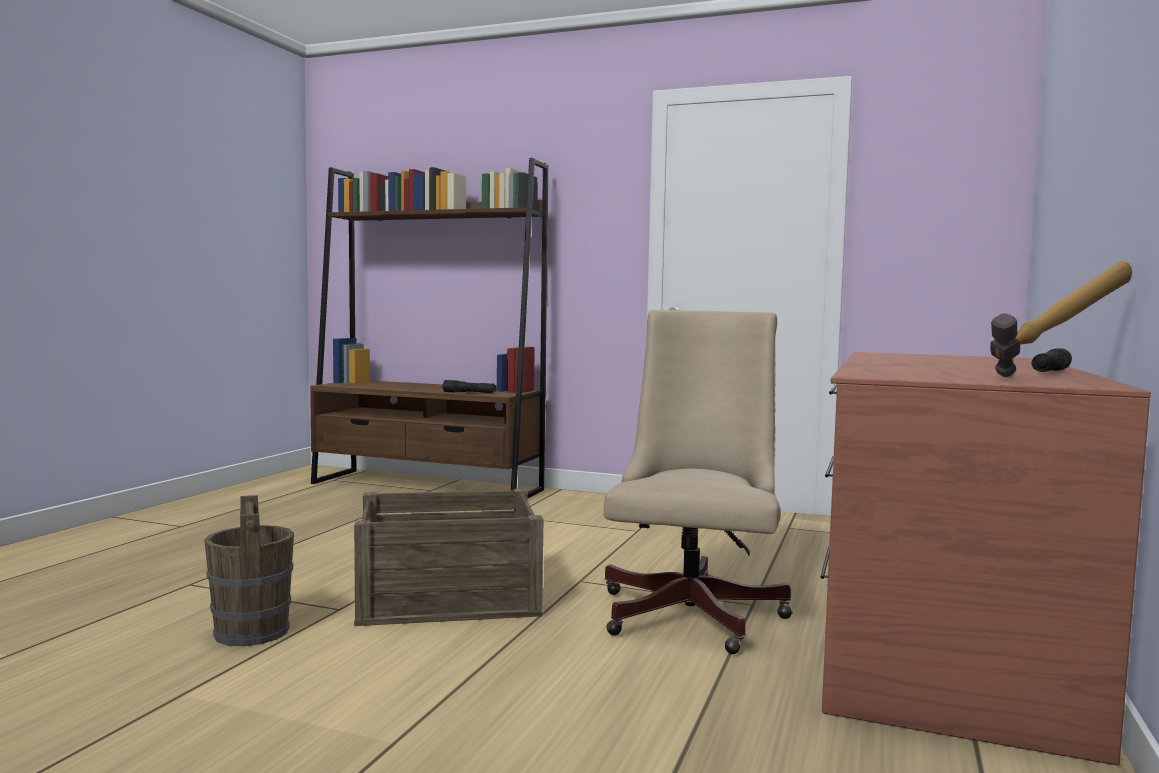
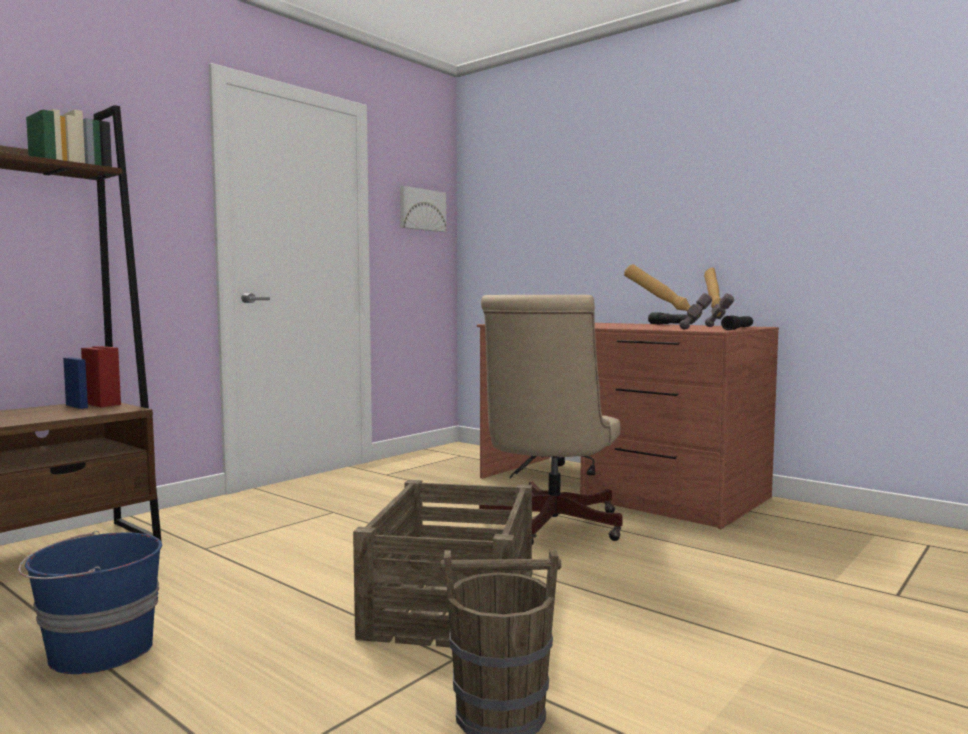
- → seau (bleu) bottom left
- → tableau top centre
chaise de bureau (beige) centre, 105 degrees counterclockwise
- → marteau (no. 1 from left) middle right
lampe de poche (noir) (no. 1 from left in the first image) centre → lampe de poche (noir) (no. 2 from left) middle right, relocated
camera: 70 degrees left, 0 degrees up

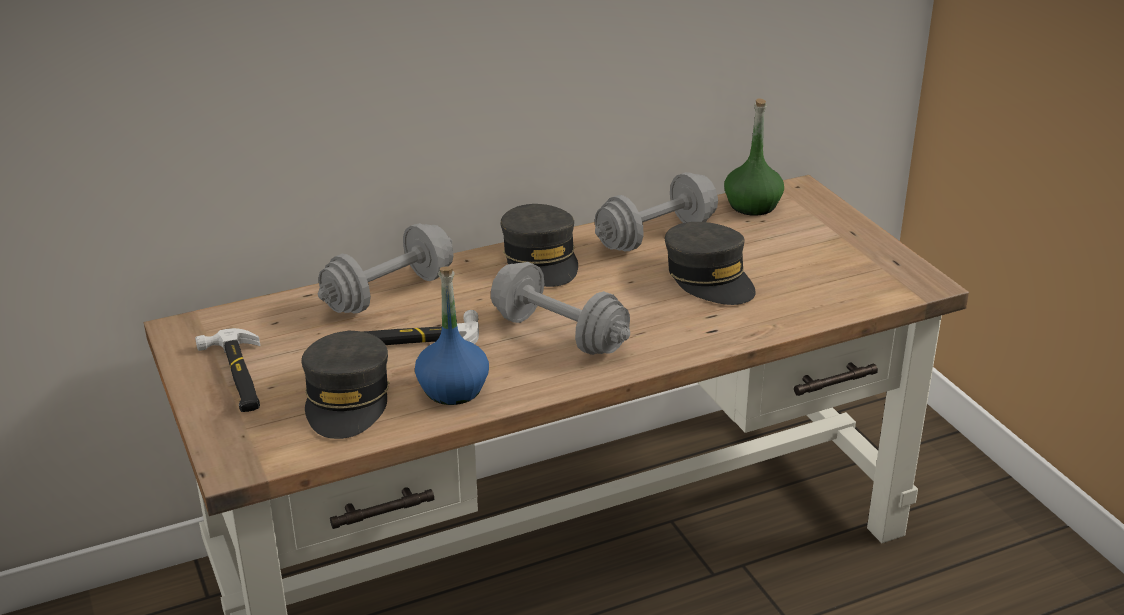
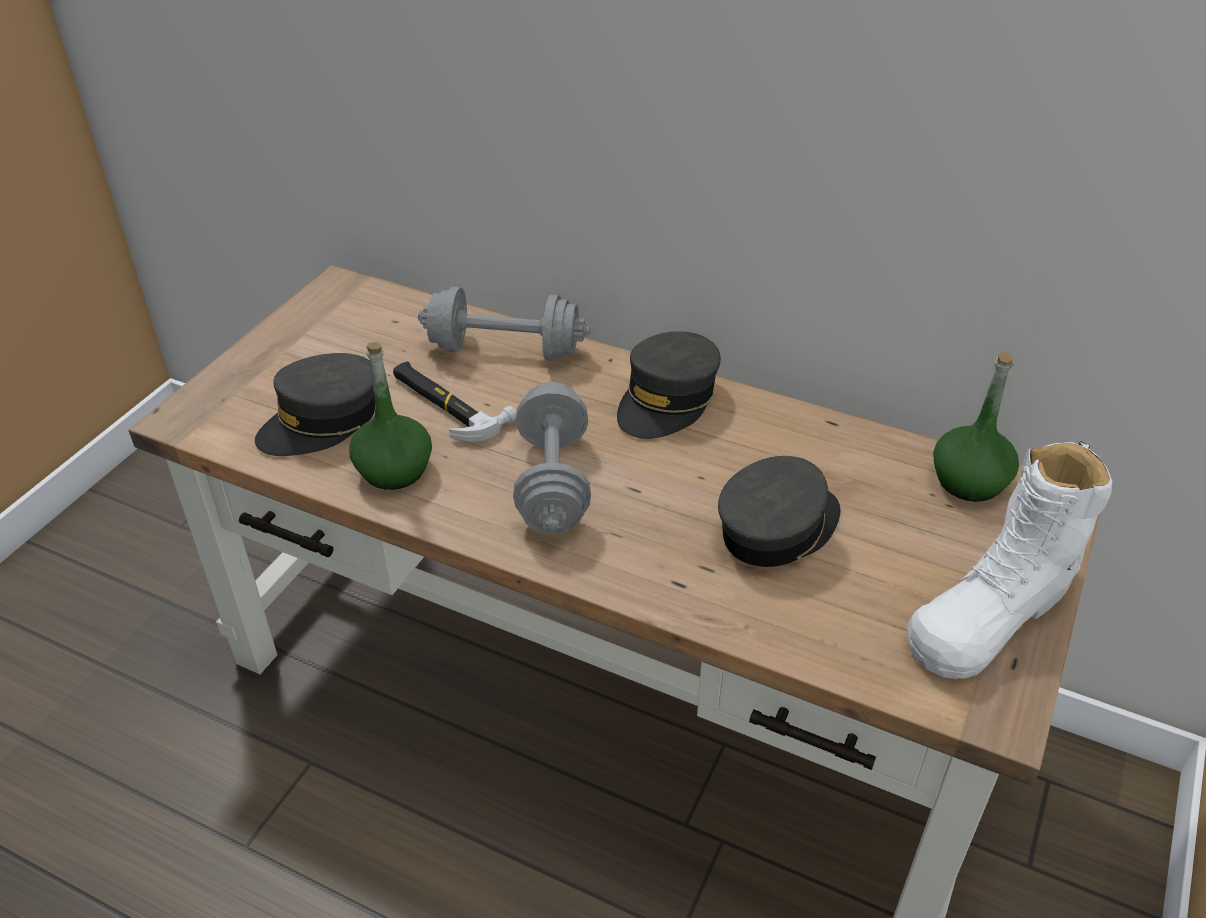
bouteille (bleu) centre → bouteille (vert) (no. 1 from left) middle left
casquette (gris) (no. 3 from left) centre, 150 degrees counterclockwise
- → botte (blanc) middle right
marteau (no. 1 from left) middle left → -
haltère (gris) (no. 3 from left) centre → -
camera: 50 degrees right, 10 degrees up

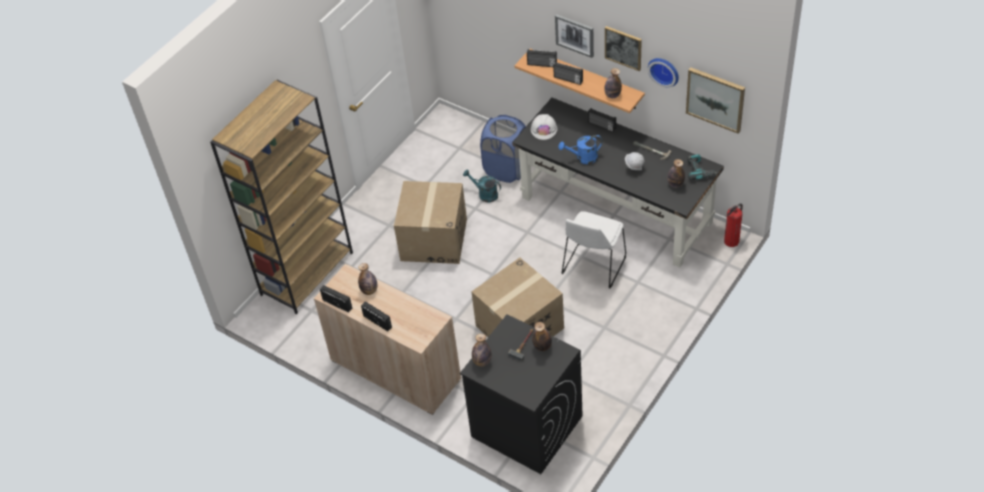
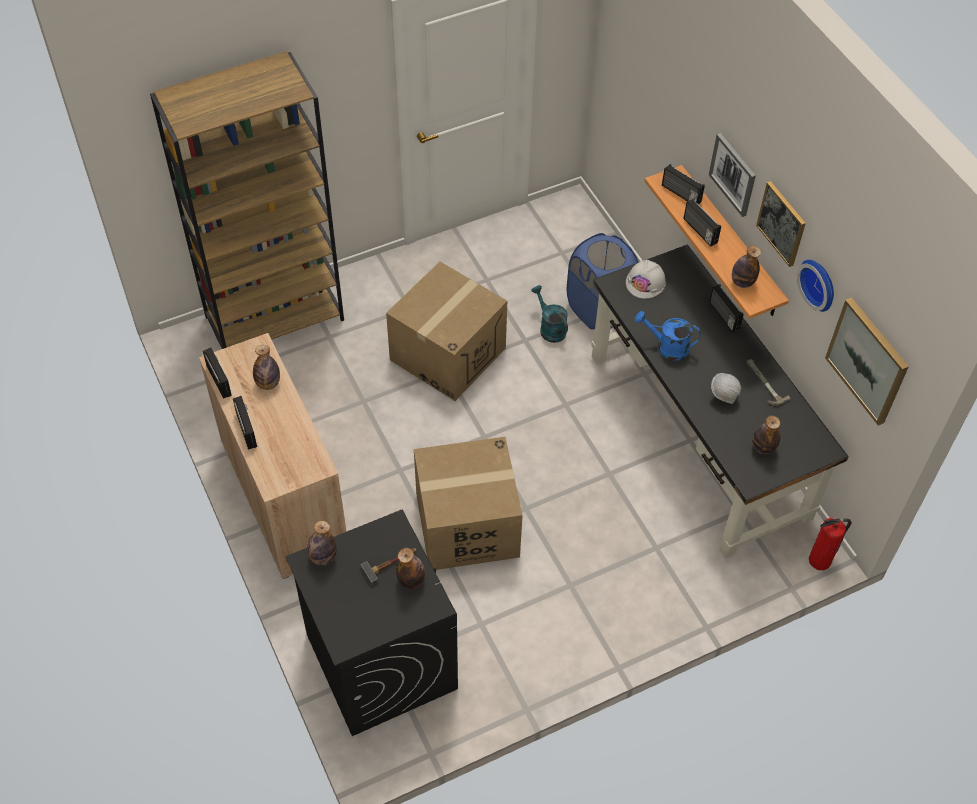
chaise (blanc) centre → -
perceuse middle right → -
camera: 25 degrees right, 5 degrees up

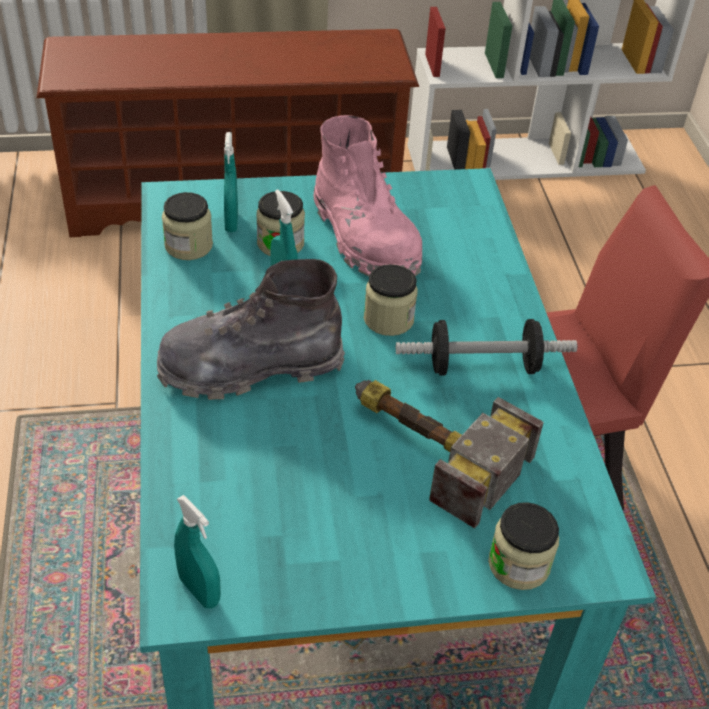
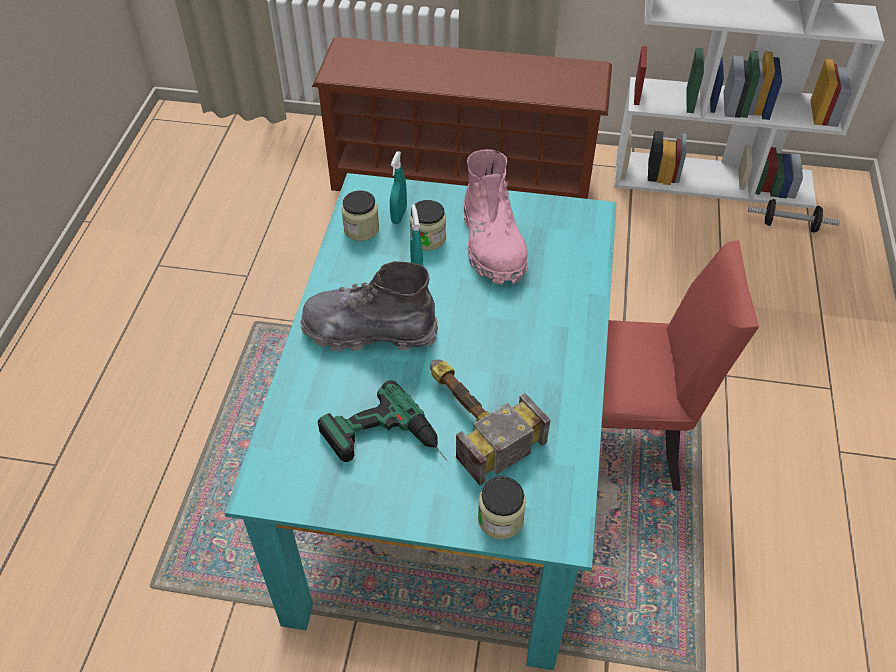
- → perceuse centre
haltère middle right → haltère top right, relocated
vaporisateur (turquoise) (no. 1 from left) bottom left → -
bocal (no. 3 from left) centre → -
camera: 20 degrees right, 5 degrees up

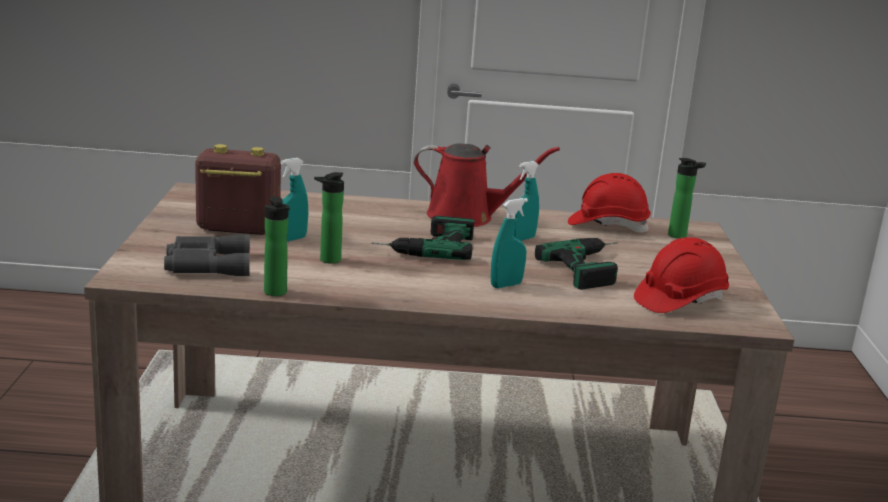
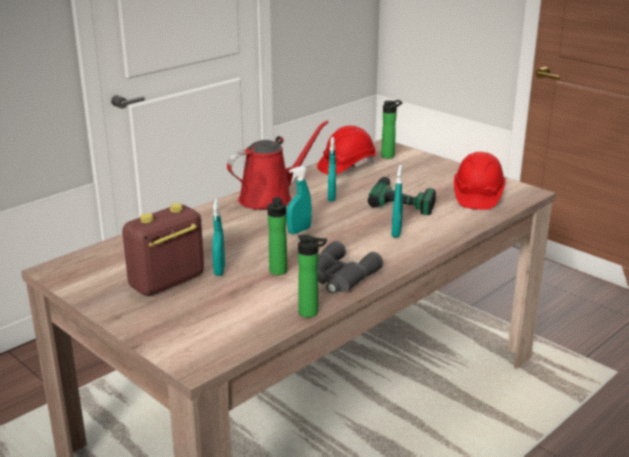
perceuse (no. 1 from left) centre → vaporisateur (turquoise) (no. 2 from left) centre
jumelles (gris) middle left → jumelles (gris) centre, relocated
camera: 45 degrees left, 5 degrees up

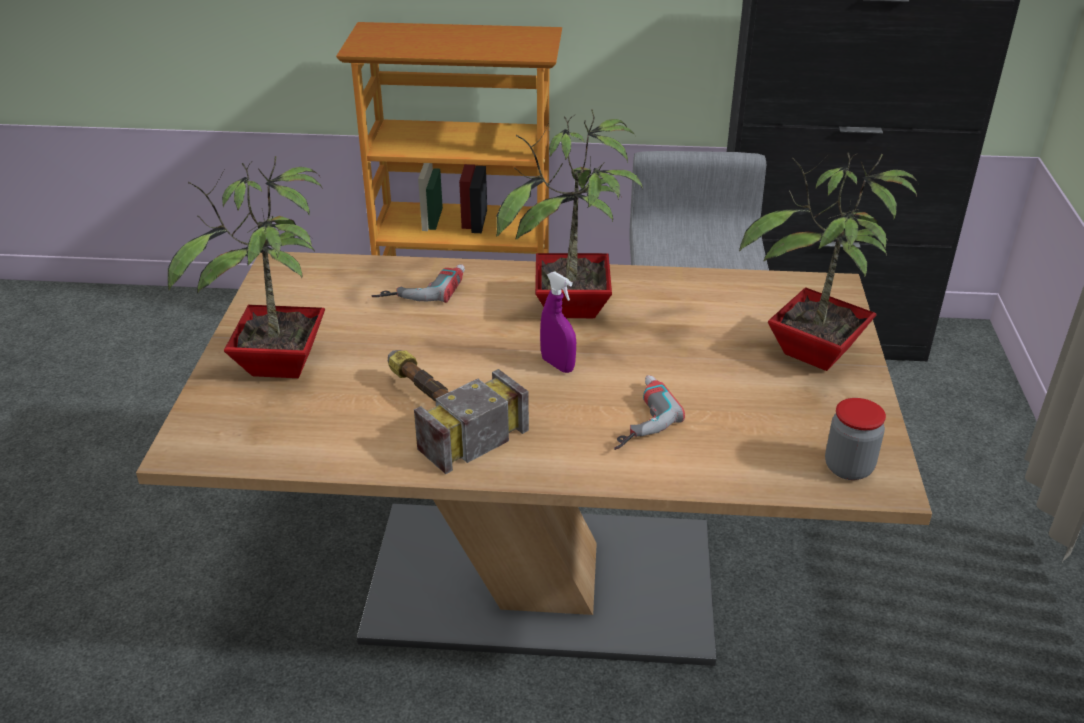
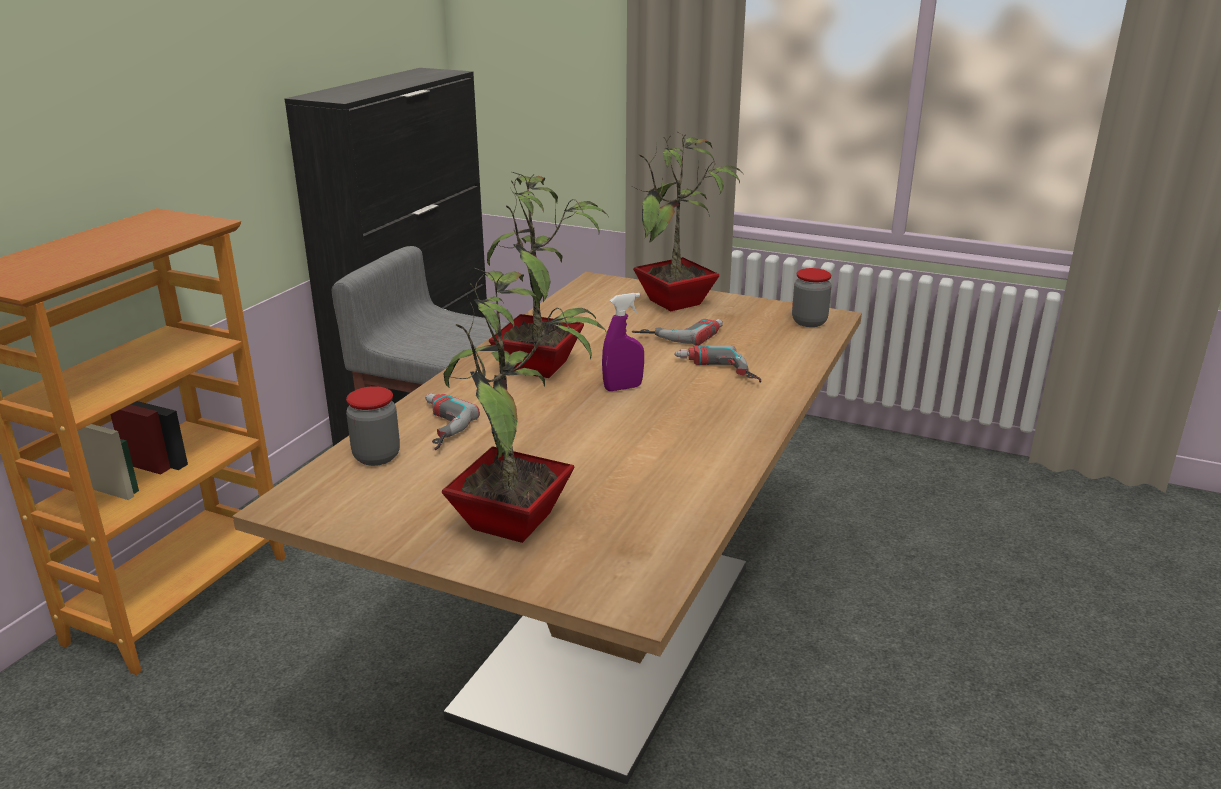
- → bocal (no. 1 from left) middle left
- → perceuse (no. 2 from left) centre
marteau centre → -
camera: 70 degrees left, 10 degrees down

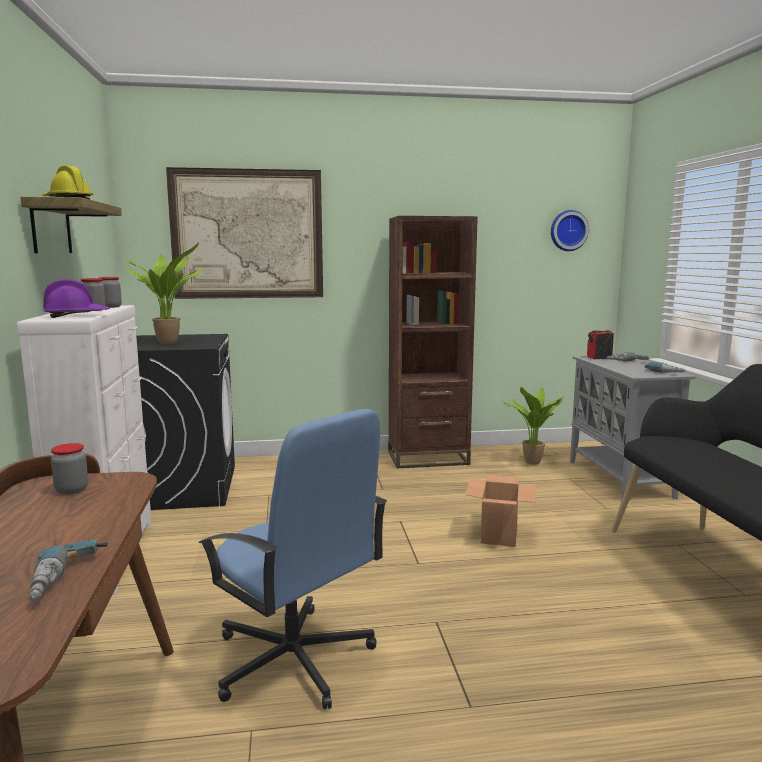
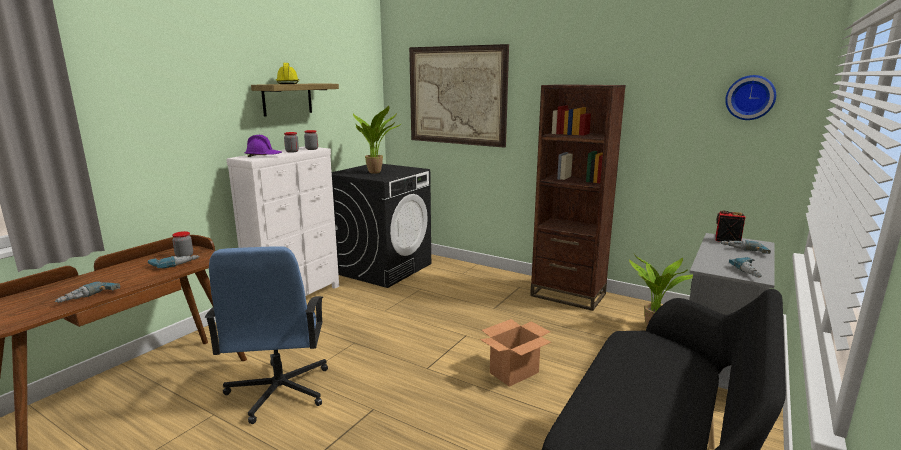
- → perceuse (no. 2 from left) middle left
camera: 40 degrees right, 5 degrees up

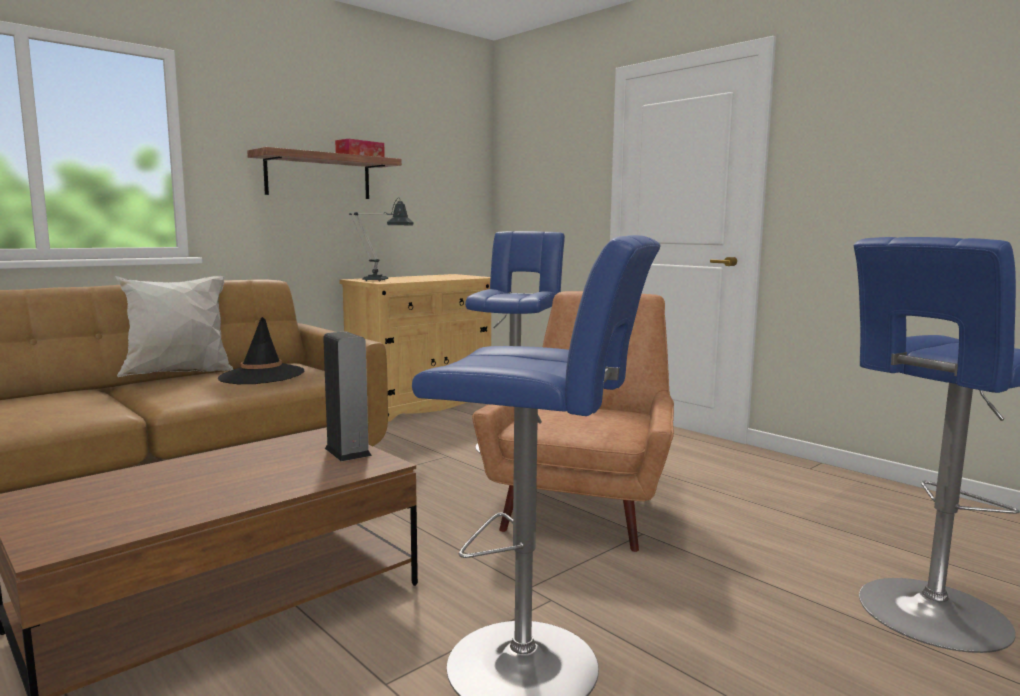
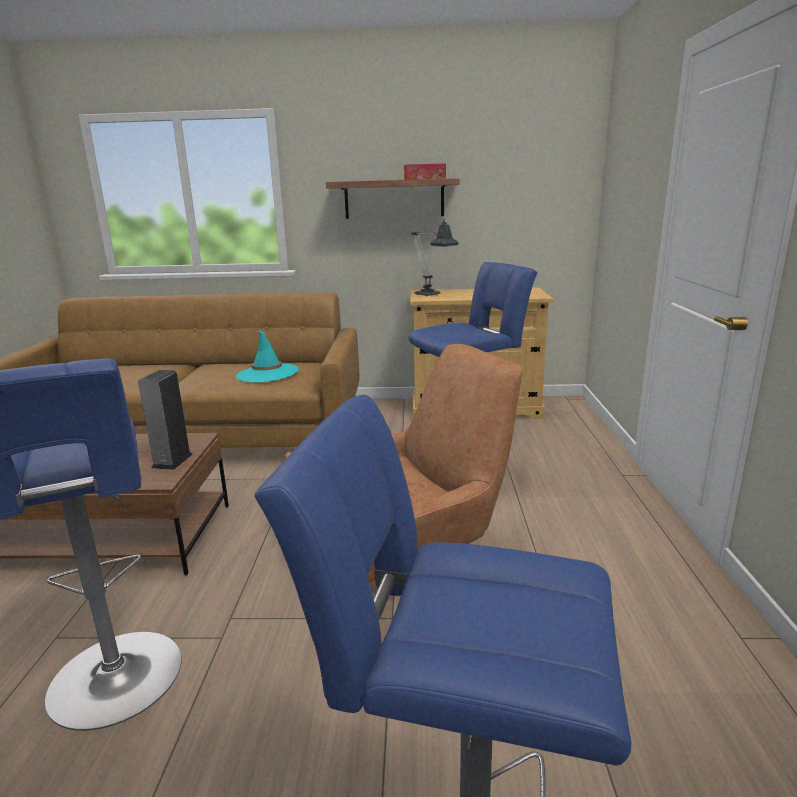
chapeau (noir) middle left → chapeau (turquoise) centre
coussin (blanc) middle left → -
camera: 45 degrees right, 10 degrees up

